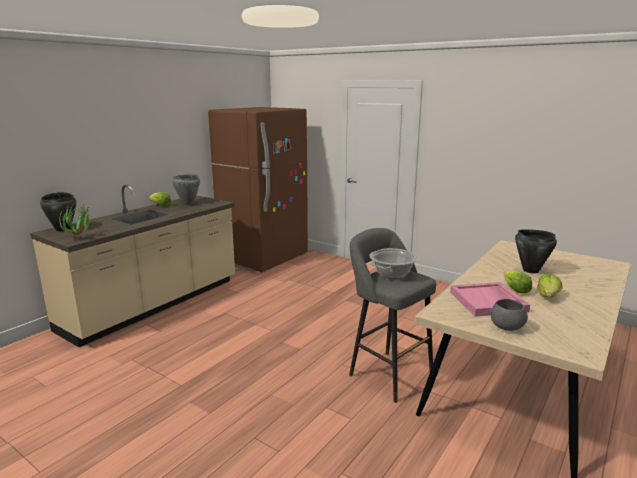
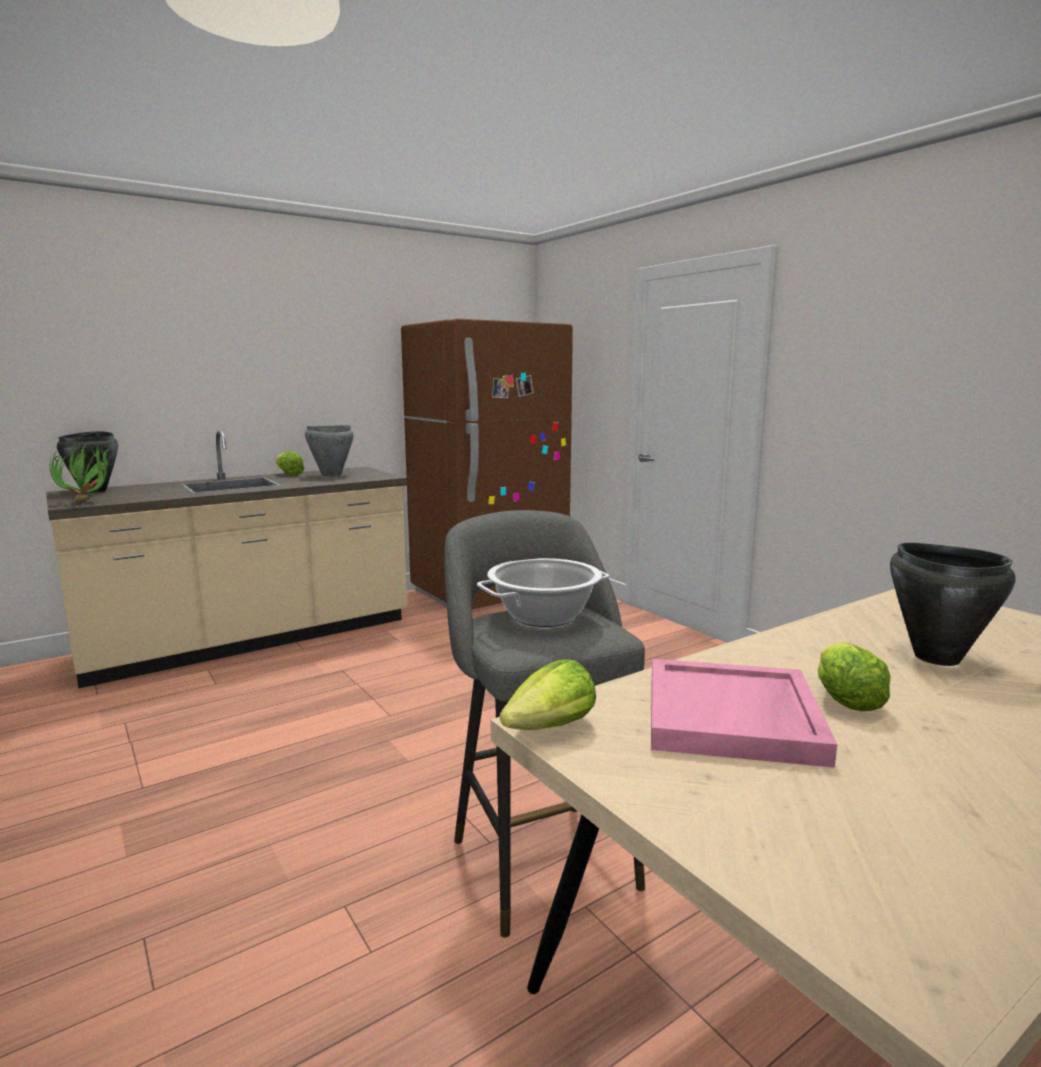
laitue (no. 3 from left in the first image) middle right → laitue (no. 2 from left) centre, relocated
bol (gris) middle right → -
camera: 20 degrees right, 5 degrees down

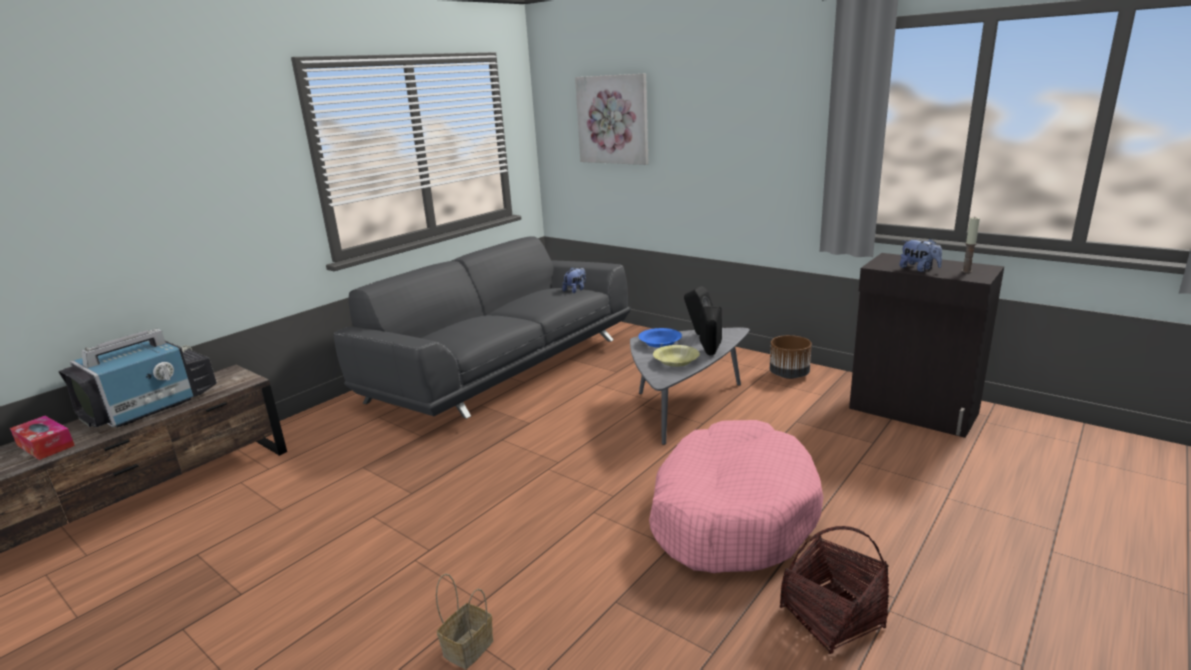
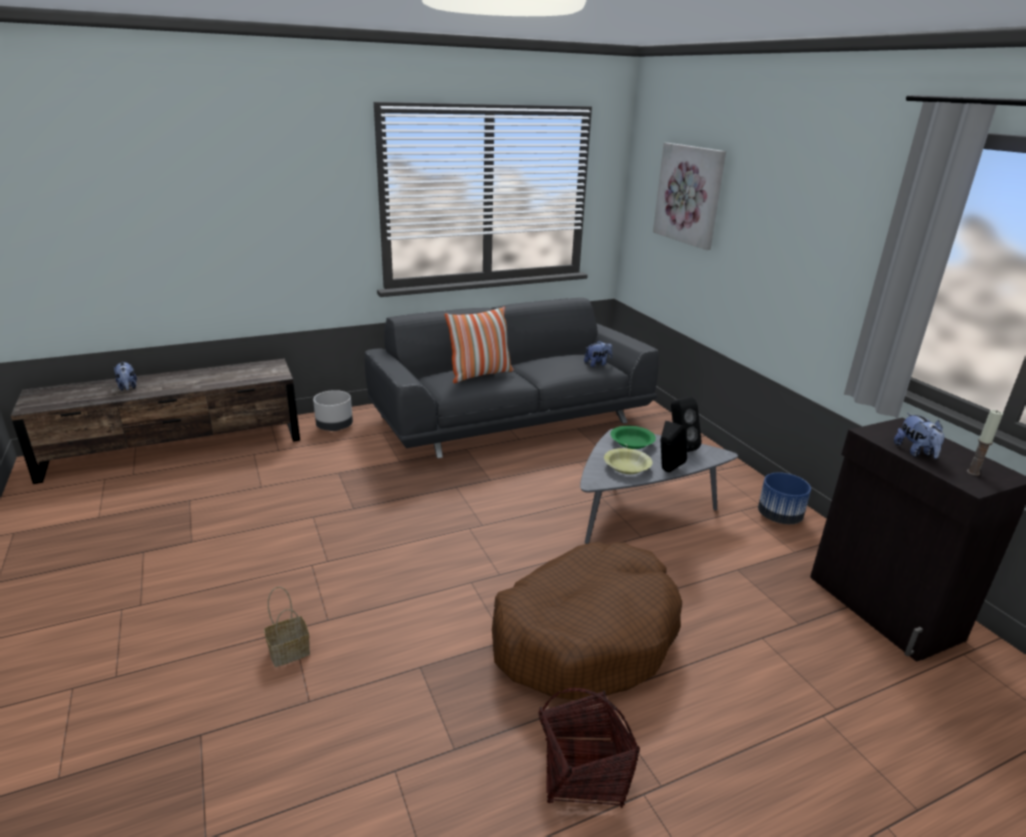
boîte à mouchoirs middle left → peluche (no. 1 from left) middle left
- → cache-pot (gris) middle left
- → coussin centre
panier pour chien (rose) bottom centre → panier pour chien (marron) bottom centre
bol (bleu) centre → bol (vert) centre
cache-pot (marron) centre → cache-pot (bleu) middle right
téléviseur middle left → -
camera: 25 degrees right, 5 degrees up

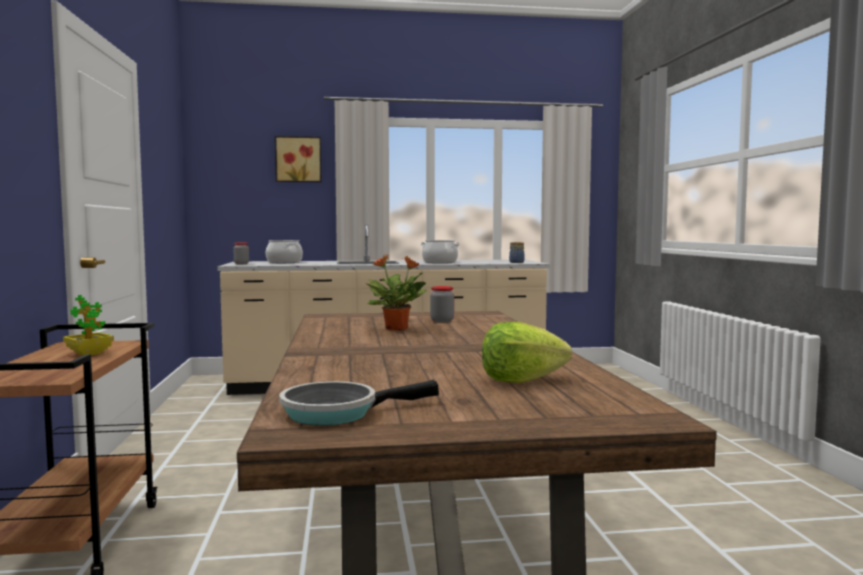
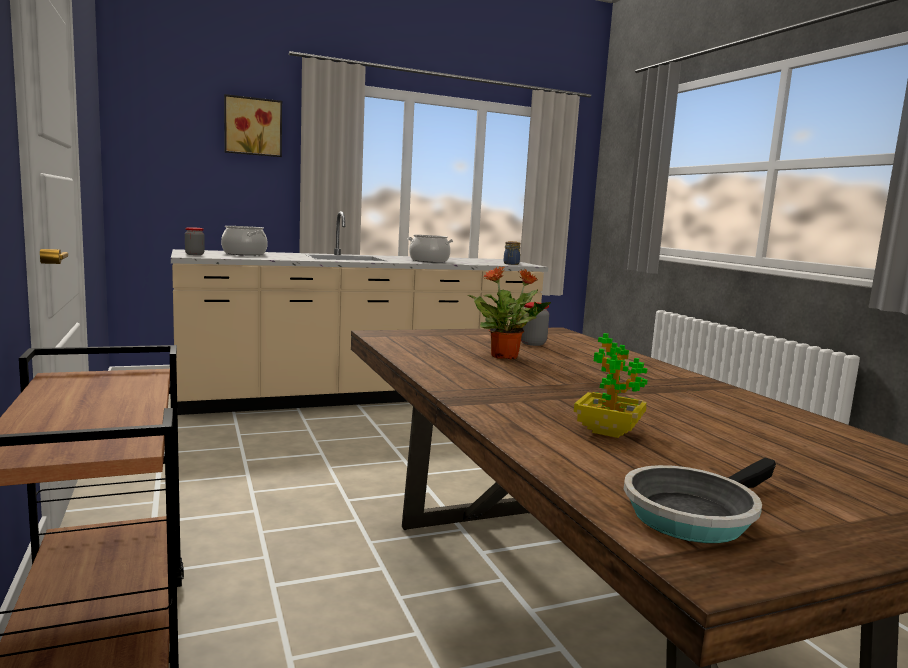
plante en pot (no. 1 from left in the first image) middle left → plante en pot (no. 2 from left) middle right, relocated
laitue centre → -
camera: 15 degrees left, 5 degrees up

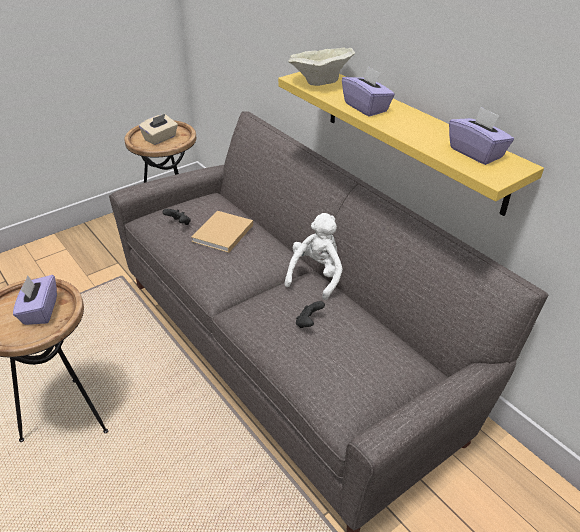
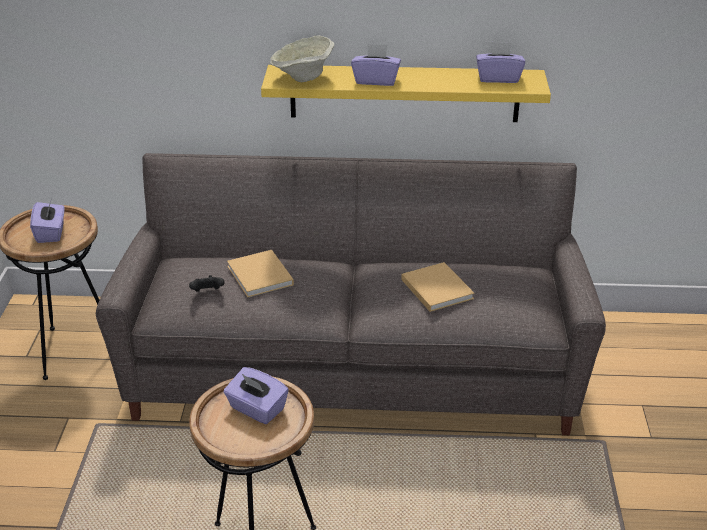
boîte à mouchoirs (beige) top left → boîte à mouchoirs (violet) (no. 1 from left) middle left
manette (noir) (no. 2 from left) centre → livre (beige) (no. 2 from left) centre
peluche (blanc) centre → -
camera: 50 degrees left, 5 degrees down

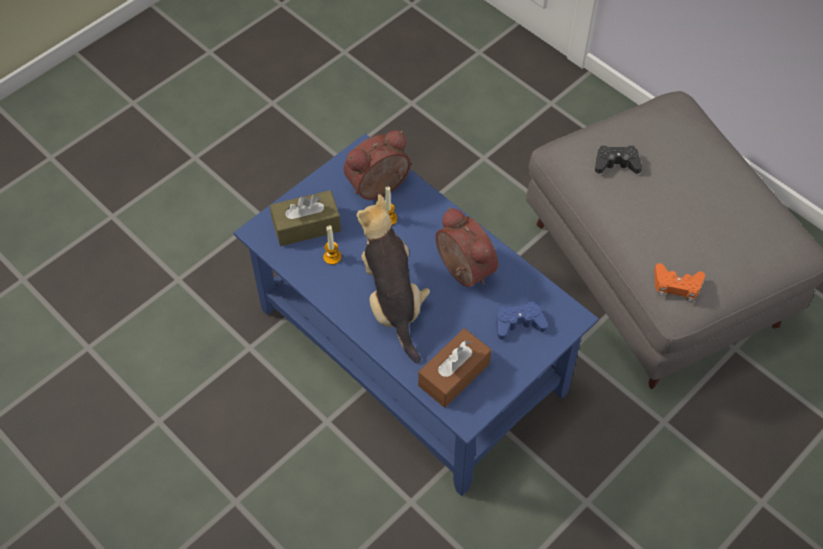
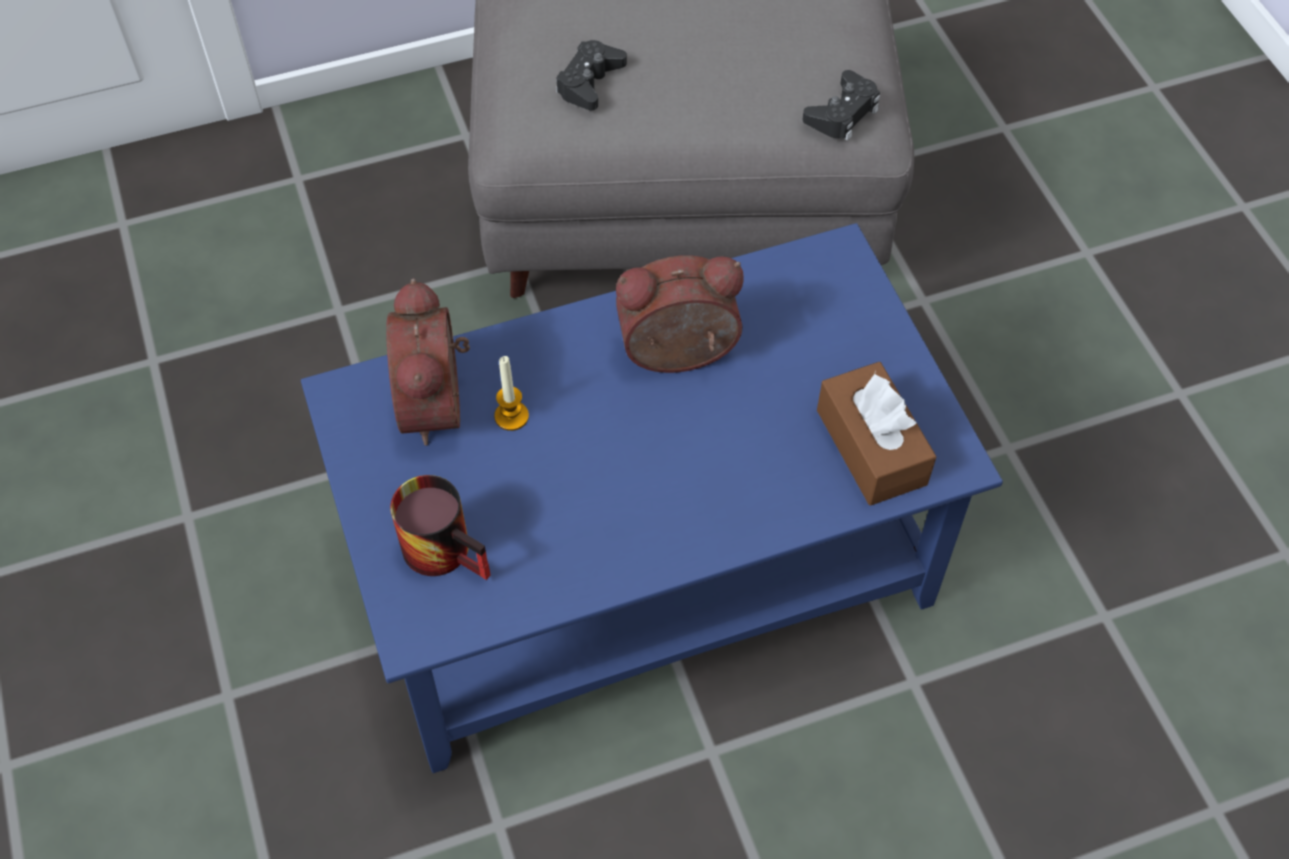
boîte à mouchoirs (marron) (no. 1 from left) centre → mug centre
manette (orange) middle right → manette (noir) (no. 2 from left) top centre
bougie (no. 1 from left) centre → -
peluche centre → -
manette (bleu) centre → -
camera: 65 degrees left, 0 degrees up

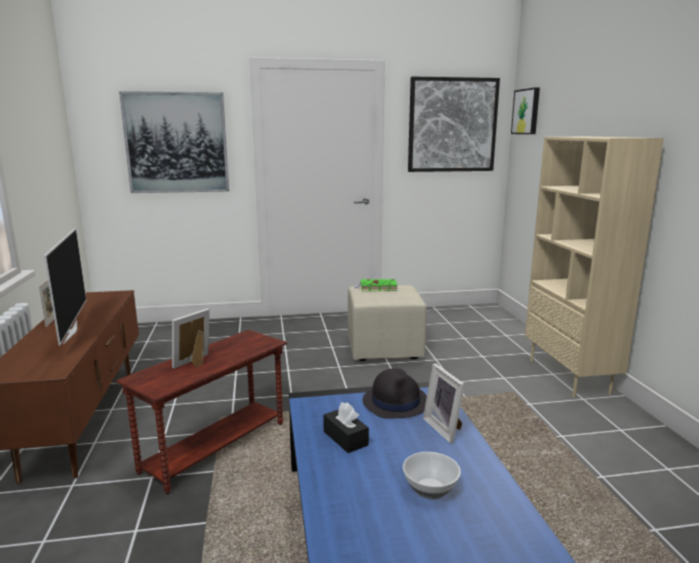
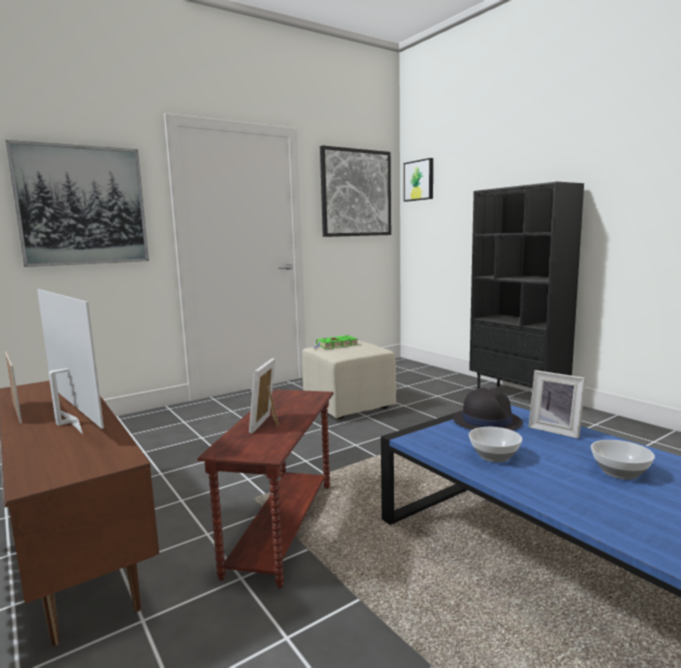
bibliothèque (beige) middle right → bibliothèque (noir) middle right
boîte à mouchoirs (noir) bottom centre → bol (no. 1 from left) middle right
camera: 25 degrees left, 5 degrees down

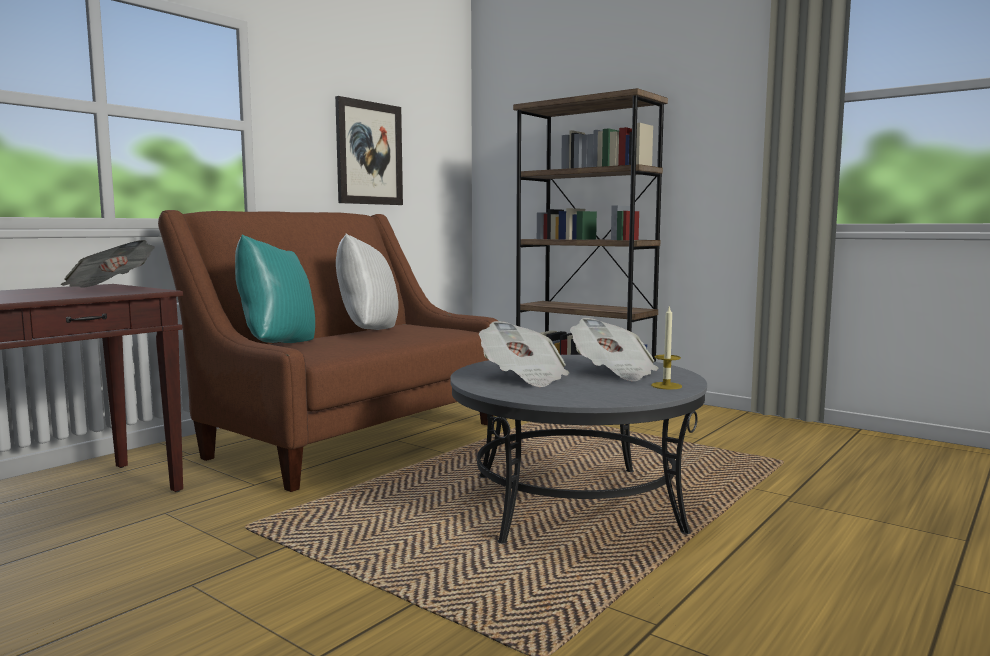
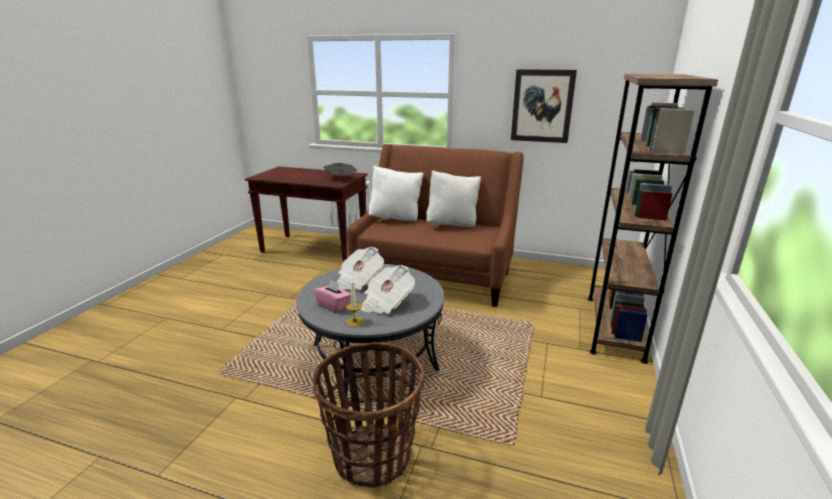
- → panier bottom centre
- → boîte à mouchoirs (rose) centre
coussin (turquoise) middle left → coussin (blanc) (no. 1 from left) centre
camera: 70 degrees right, 15 degrees up

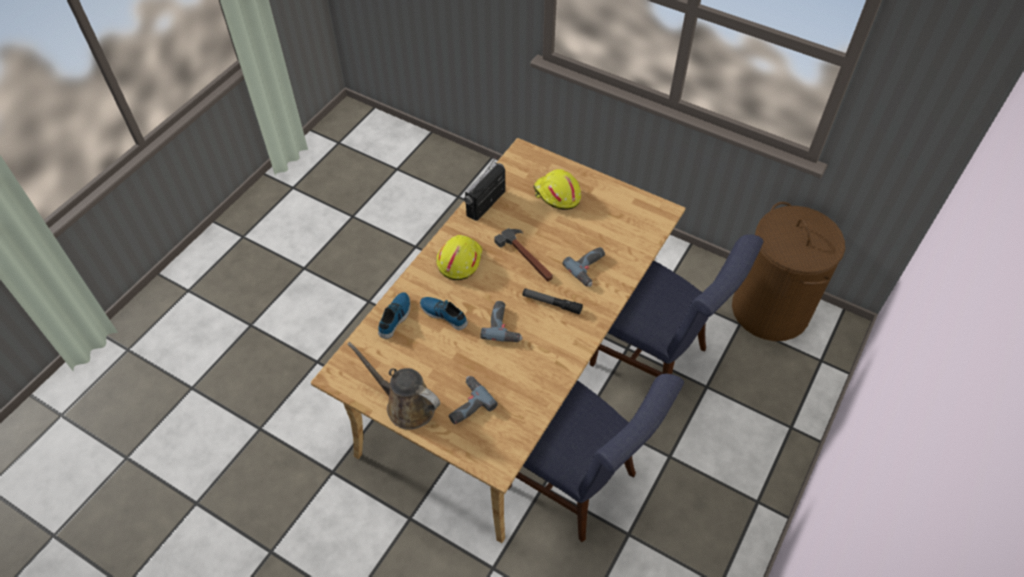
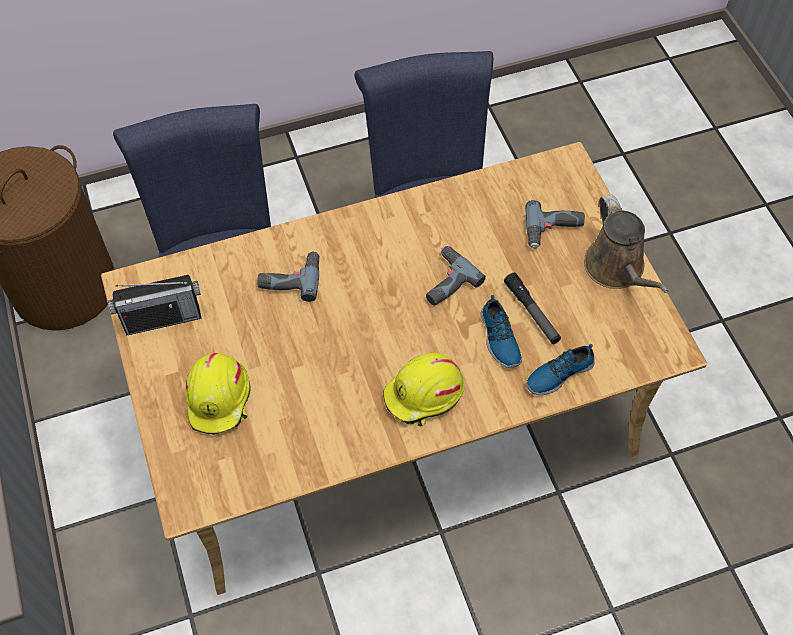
radio top centre → radio middle left, relocated
lampe de poche centre → lampe de poche middle right, relocated
marteau centre → -
camera: 140 degrees left, 5 degrees up

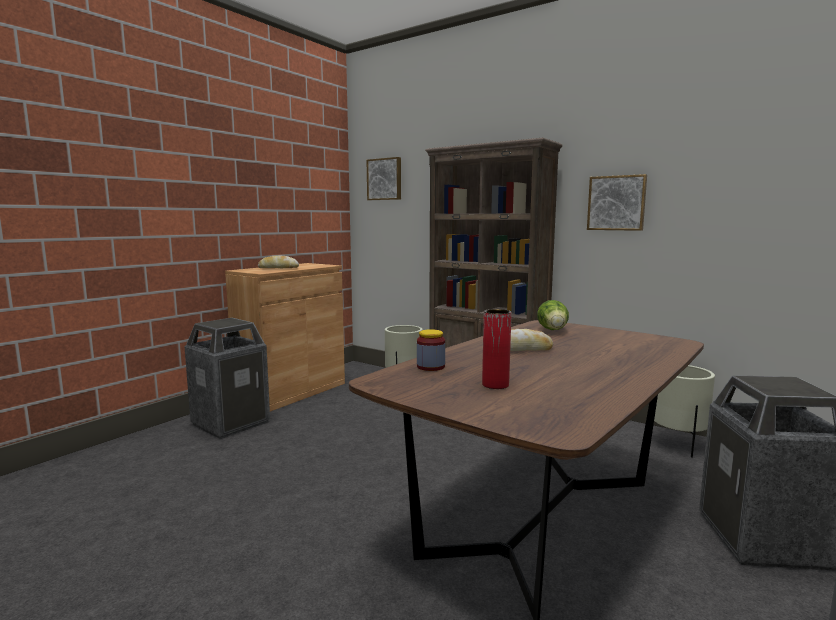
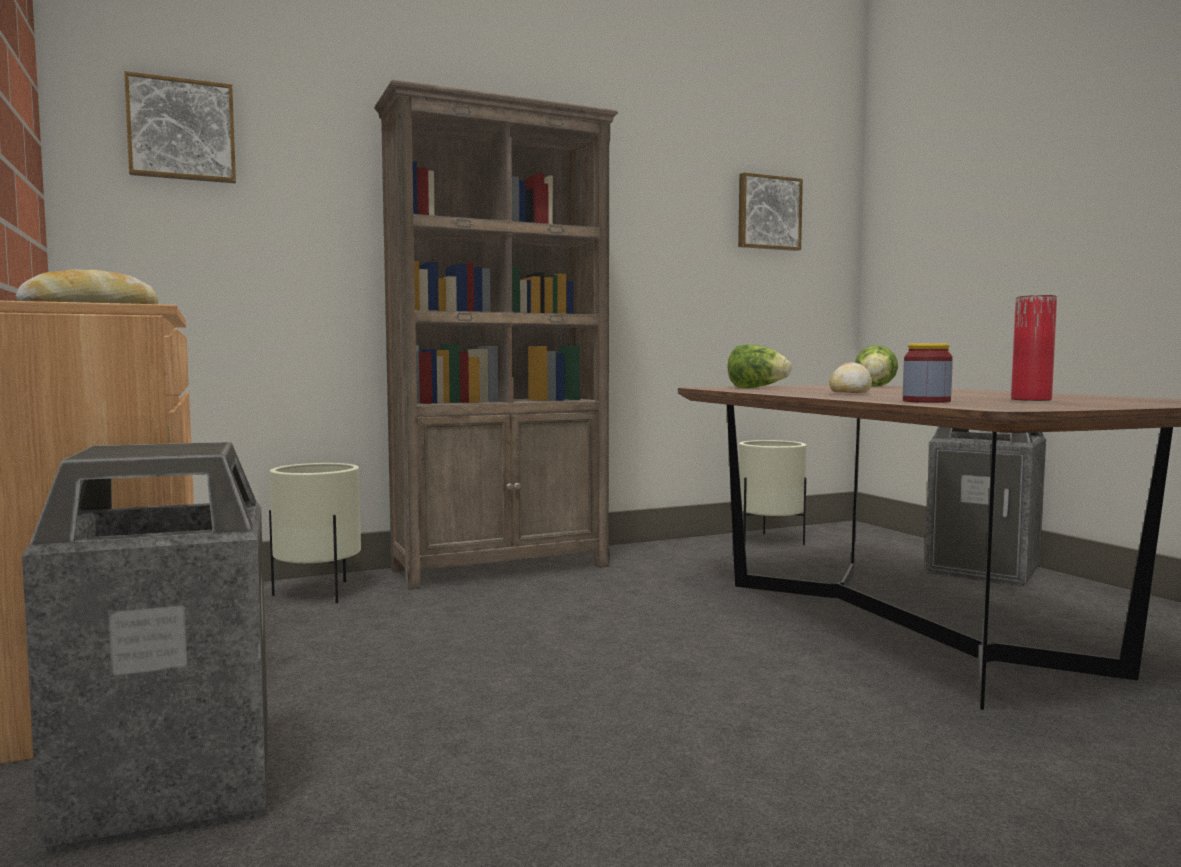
tableau (no. 2 from left) top right → tableau (no. 2 from left) top centre, relocated
- → laitue (no. 2 from left) middle right
camera: 60 degrees left, 5 degrees down

